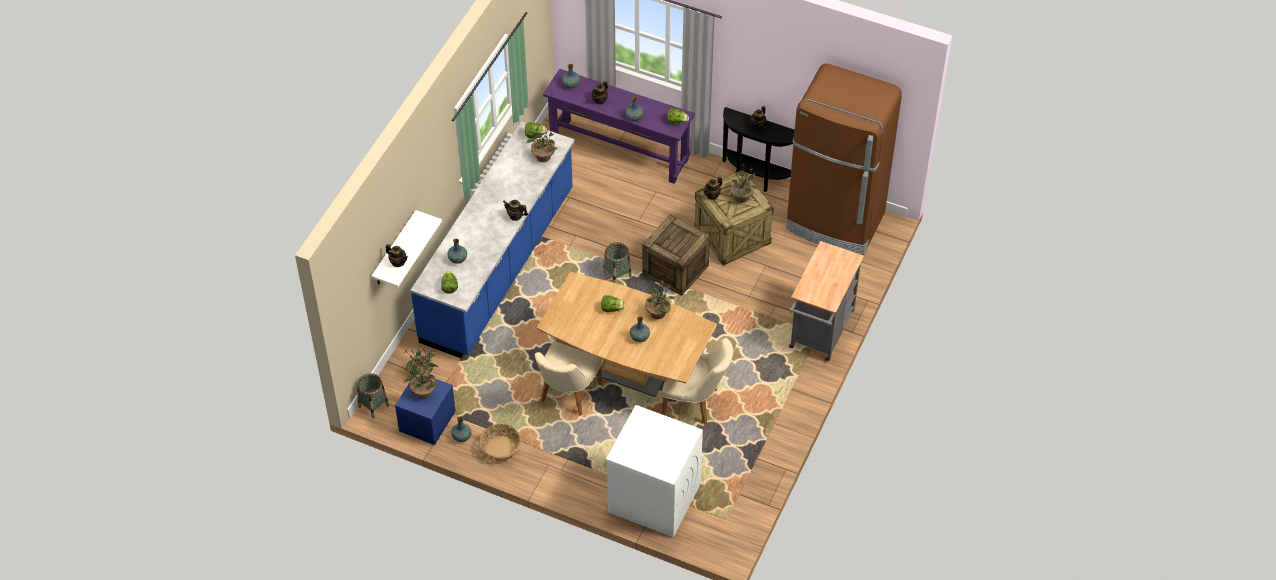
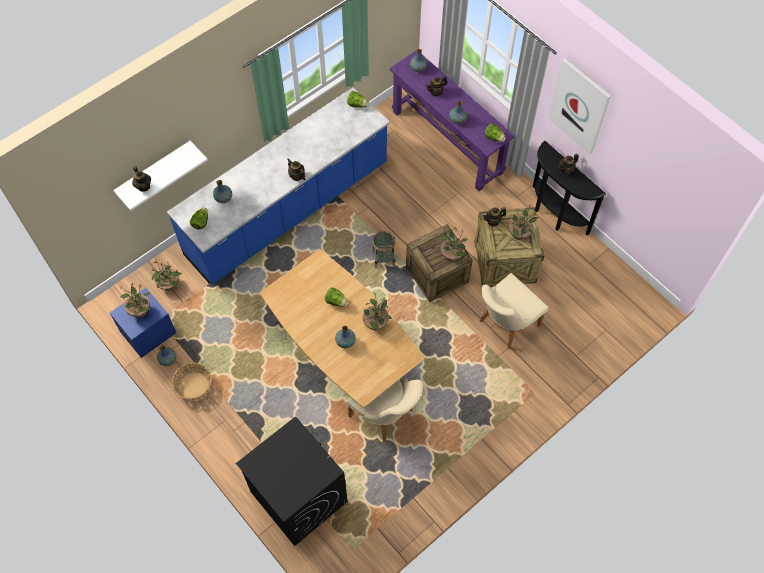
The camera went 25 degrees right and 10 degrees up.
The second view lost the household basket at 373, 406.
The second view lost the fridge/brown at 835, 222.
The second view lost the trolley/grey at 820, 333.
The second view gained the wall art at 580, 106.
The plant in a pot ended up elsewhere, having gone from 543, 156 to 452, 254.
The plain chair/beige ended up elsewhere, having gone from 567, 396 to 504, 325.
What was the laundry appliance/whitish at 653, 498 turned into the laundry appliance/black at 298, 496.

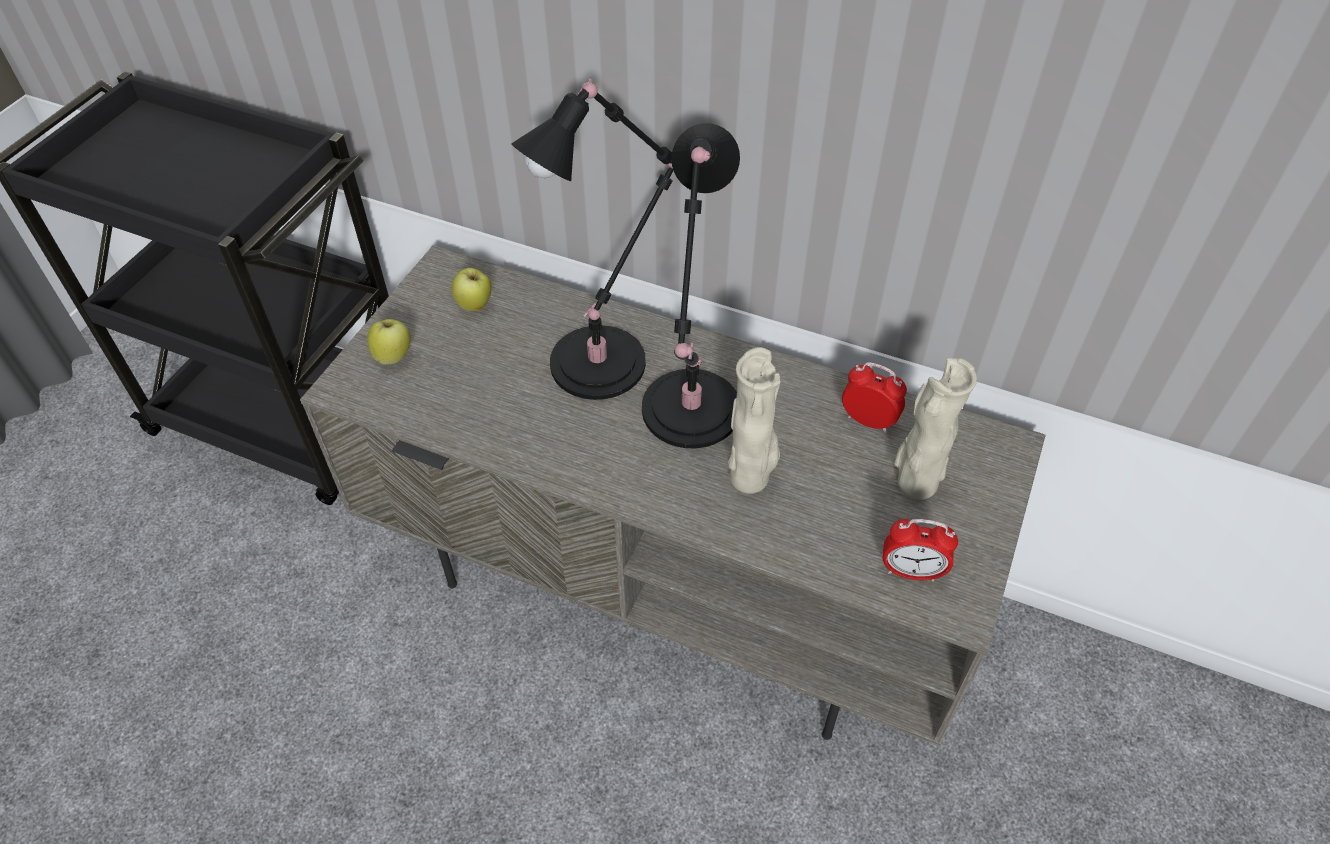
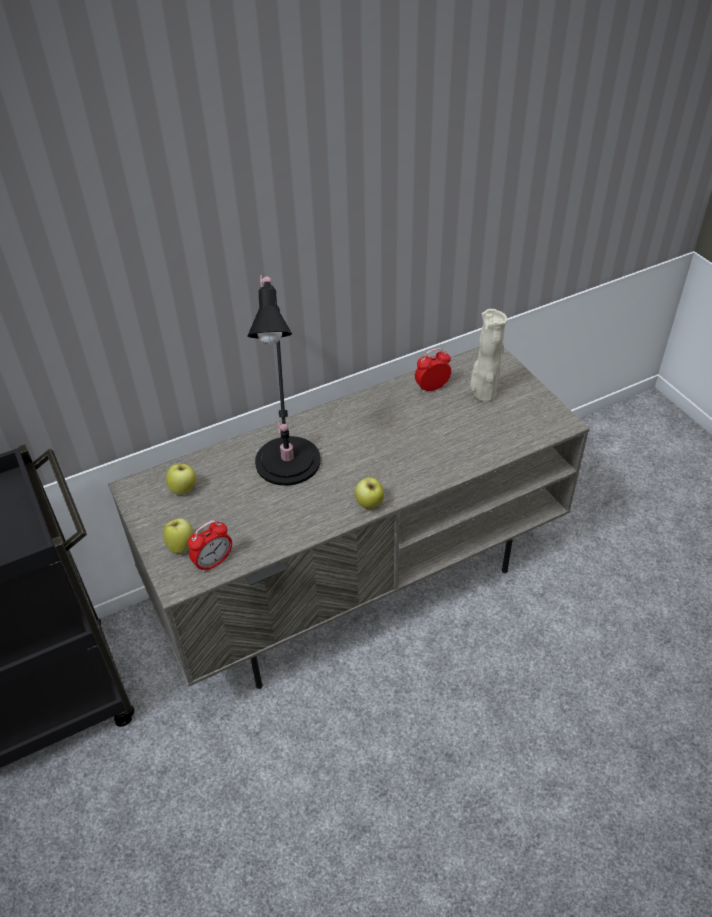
The camera went 50 degrees left and 5 degrees down.
The second view lost the tabletop lamp/black at 689, 416.
The second view lost the vase/beige at 751, 479.
The second view gained the whole apple at 369, 504.
The alarm clock ended up elsewhere, having gone from 911, 572 to 213, 562.

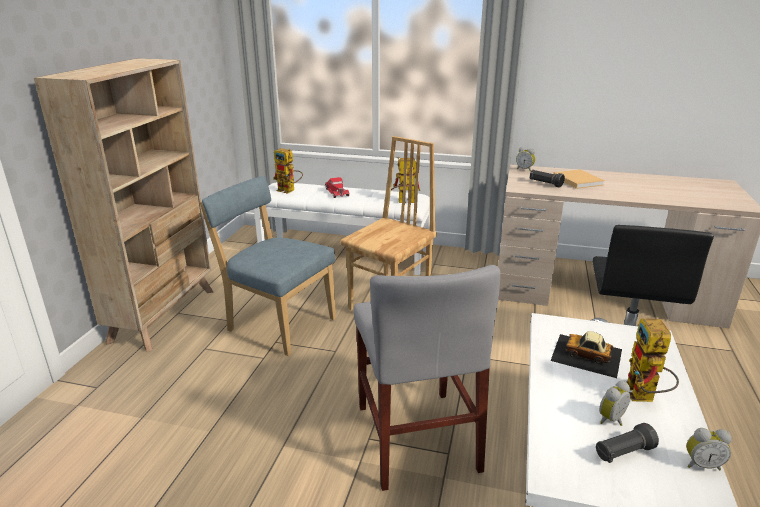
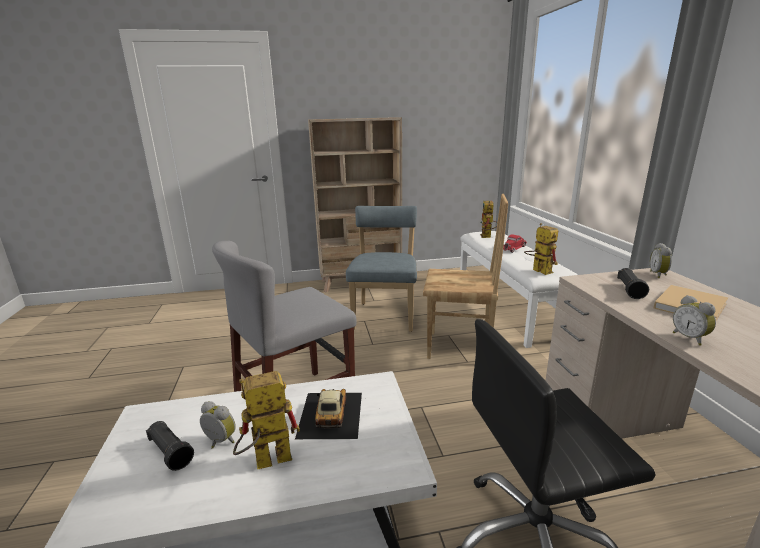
The camera went 65 degrees right and 5 degrees down.
The alarm clock ended up elsewhere, having gone from 701, 464 to 690, 338.

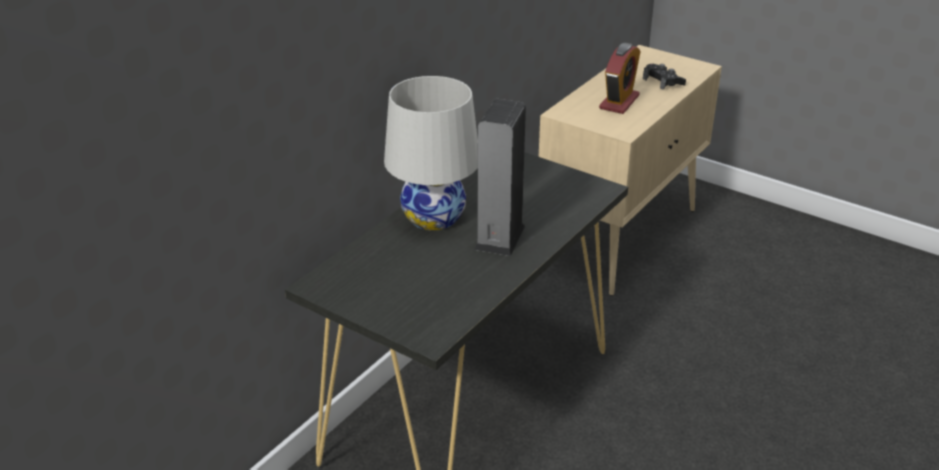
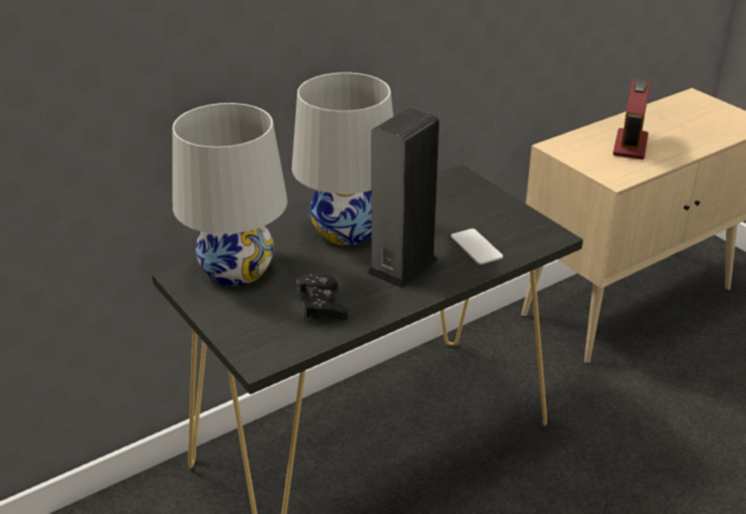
The camera went 20 degrees right and 0 degrees up.
The second view gained the tabletop lamp/whitish at 237, 270.
The second view gained the phone at 476, 247.
The gamepad/black ended up elsewhere, having gone from 663, 81 to 321, 305.
The alarm clock at 619, 102 ended up facing another way, 150 degrees clockwise from before.

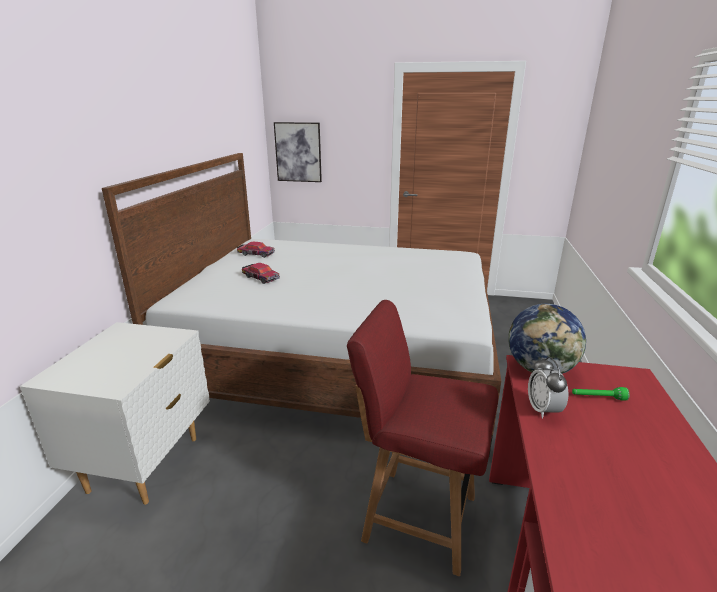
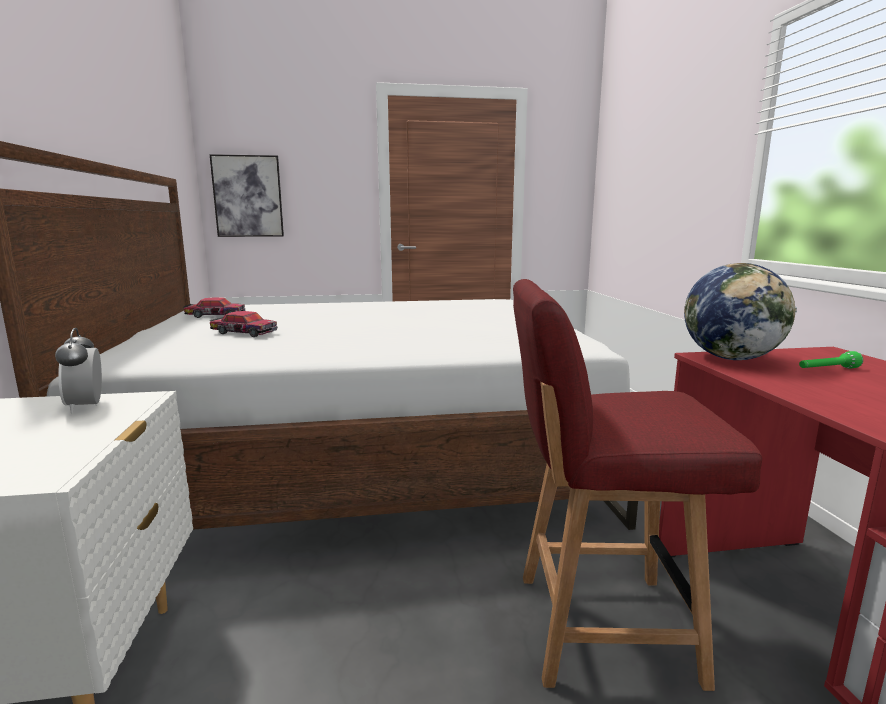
The camera went 20 degrees left and 10 degrees down.
The alarm clock ended up elsewhere, having gone from 543, 410 to 86, 406.

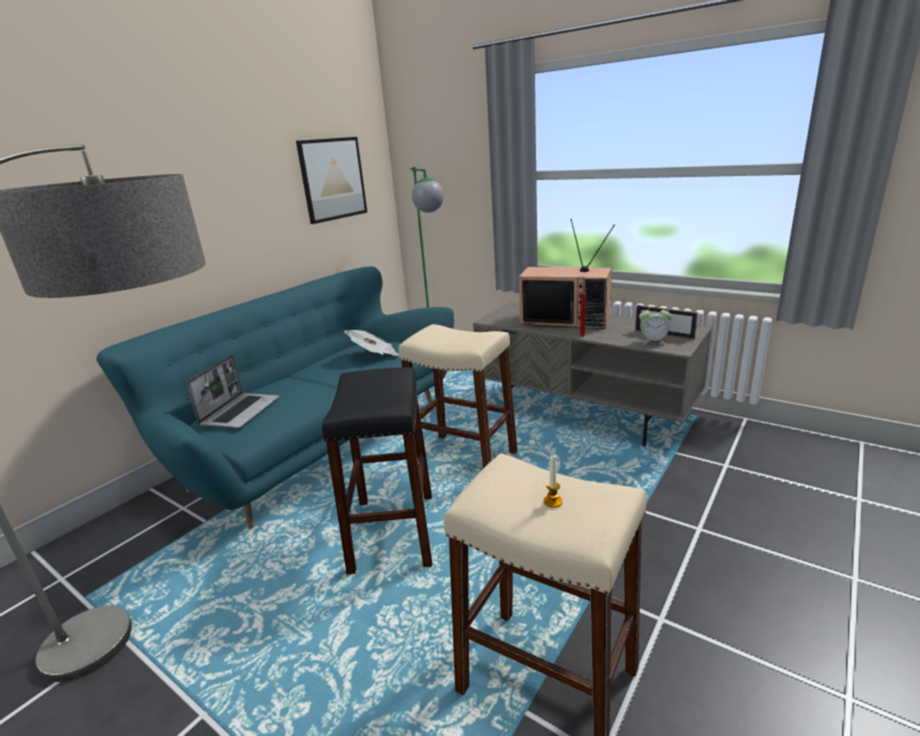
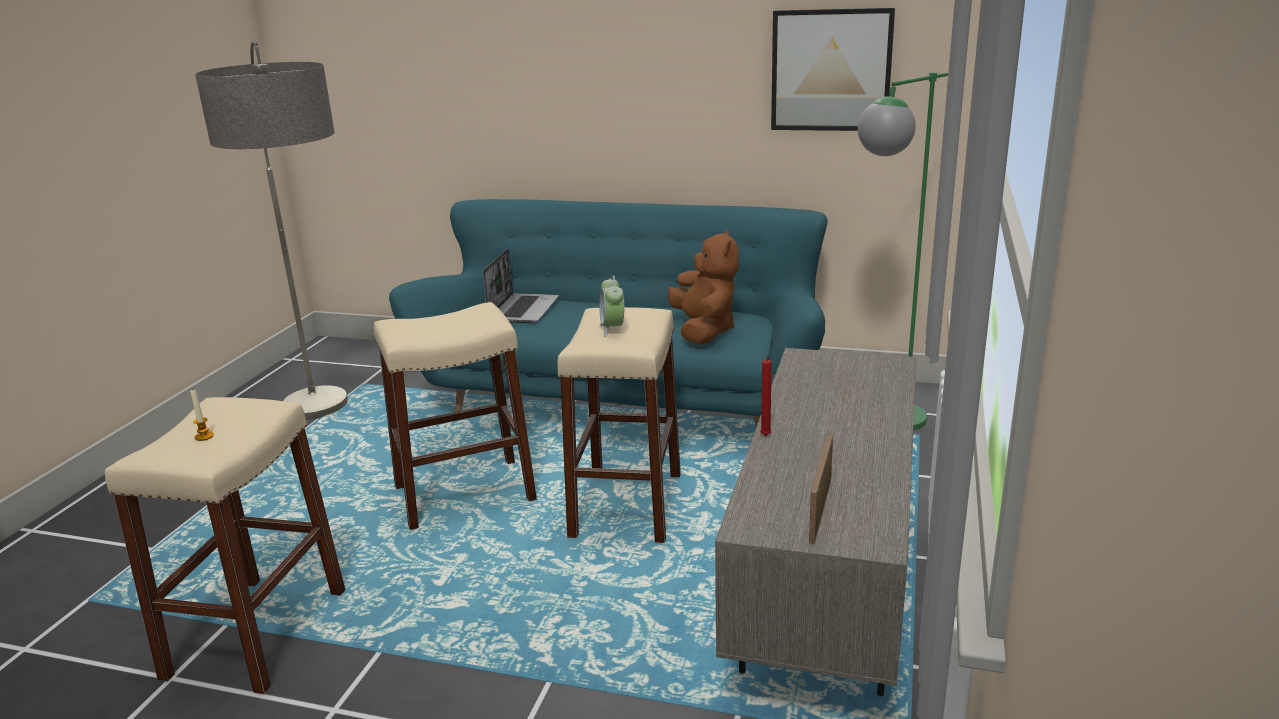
The camera went 70 degrees right and 0 degrees up.
The second view lost the TV set at 566, 319.
The alarm clock ended up elsewhere, having gone from 653, 342 to 612, 329.
Where the newspaper stood at 374, 355, the soft toy/brown came to stand at 704, 331.
What was the sitting stool/black at 393, 532 turned into the sitting stool/beige at 465, 493.
The portable computer at 240, 411 ended up facing another way, 75 degrees counterclockwise from before.

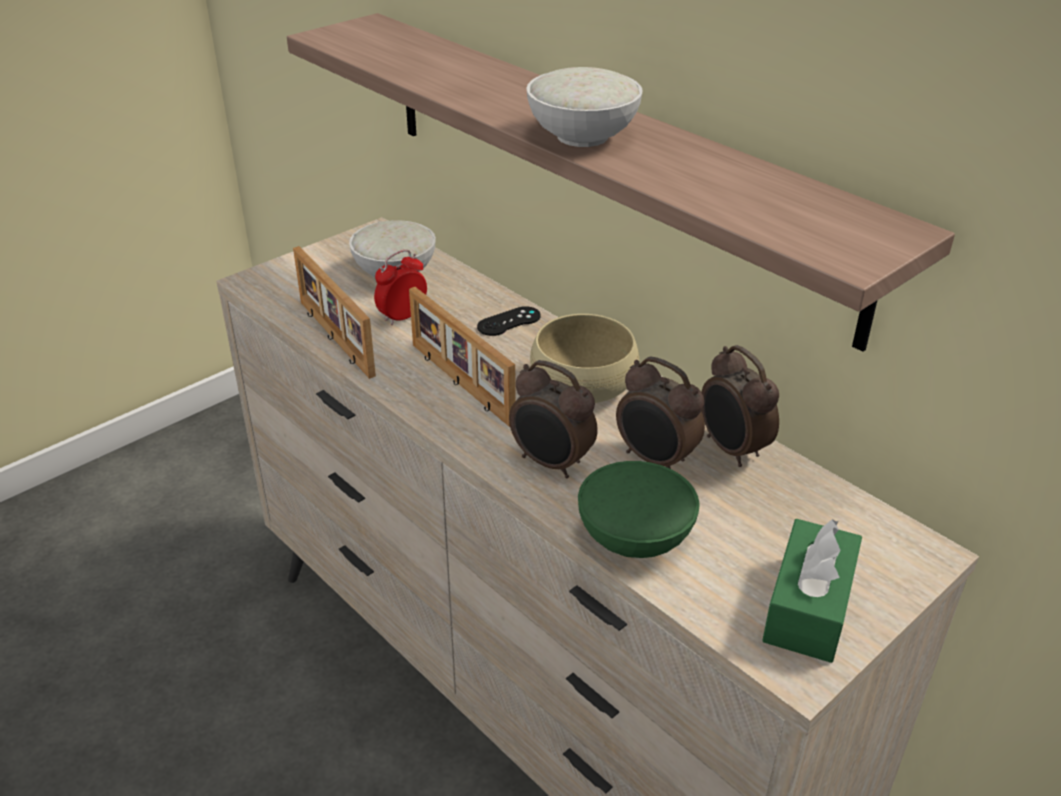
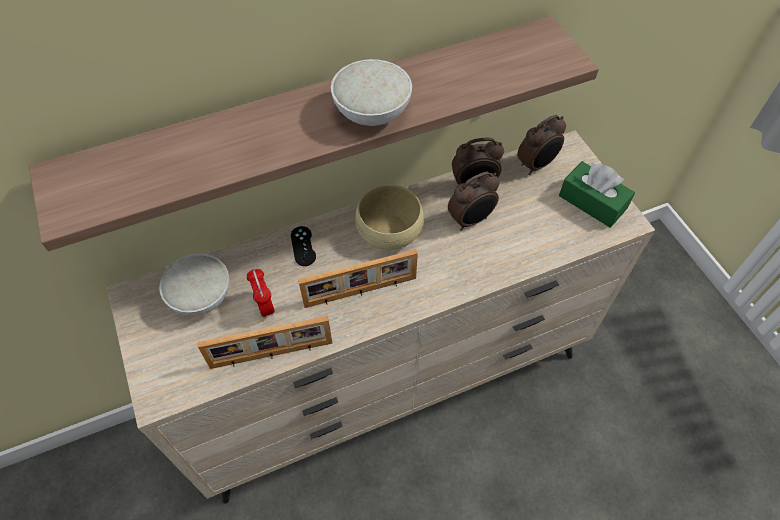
The camera went 70 degrees left and 20 degrees up.
The second view lost the serving bowl/green-coloured at 634, 539.
The alarm clock ended up elsewhere, having gone from 551, 463 to 536, 165.

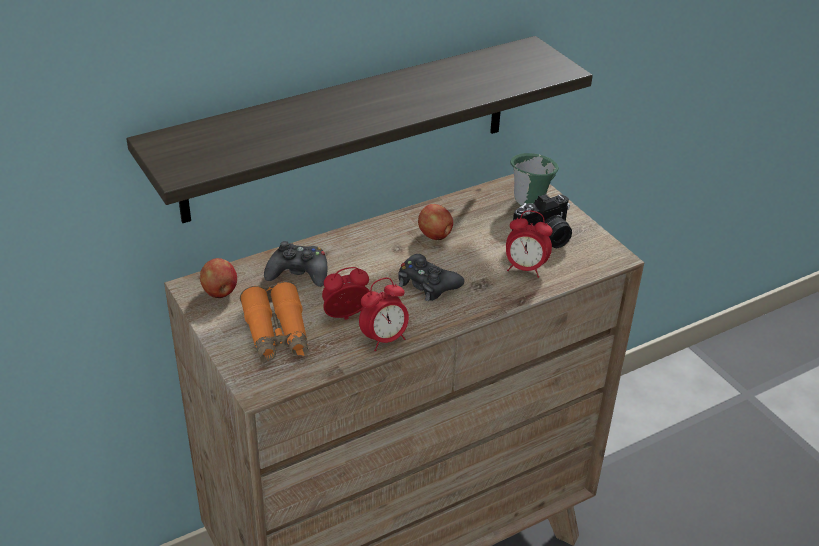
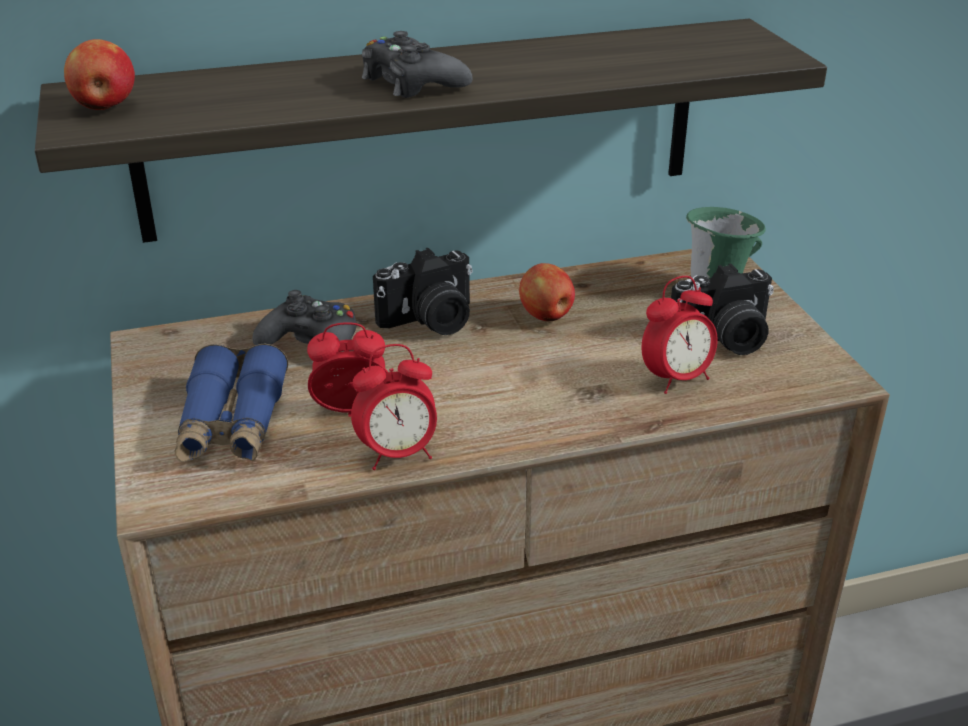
The camera went 15 degrees right and 5 degrees down.
The second view gained the still camera at 430, 321.
The whole apple ended up elsewhere, having gone from 220, 292 to 104, 107.
The gamepad/black ended up elsewhere, having gone from 427, 284 to 412, 82.
What was the binoculars/orange-coloured at 277, 334 turned into the binoculars/bluish at 232, 423.
The alarm clock at 525, 269 ended up facing another way, 60 degrees counterclockwise from before.

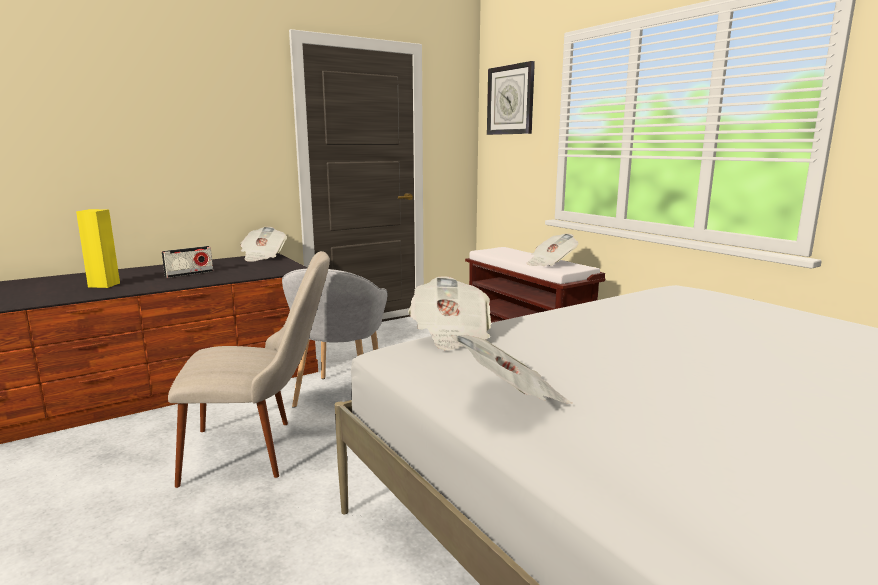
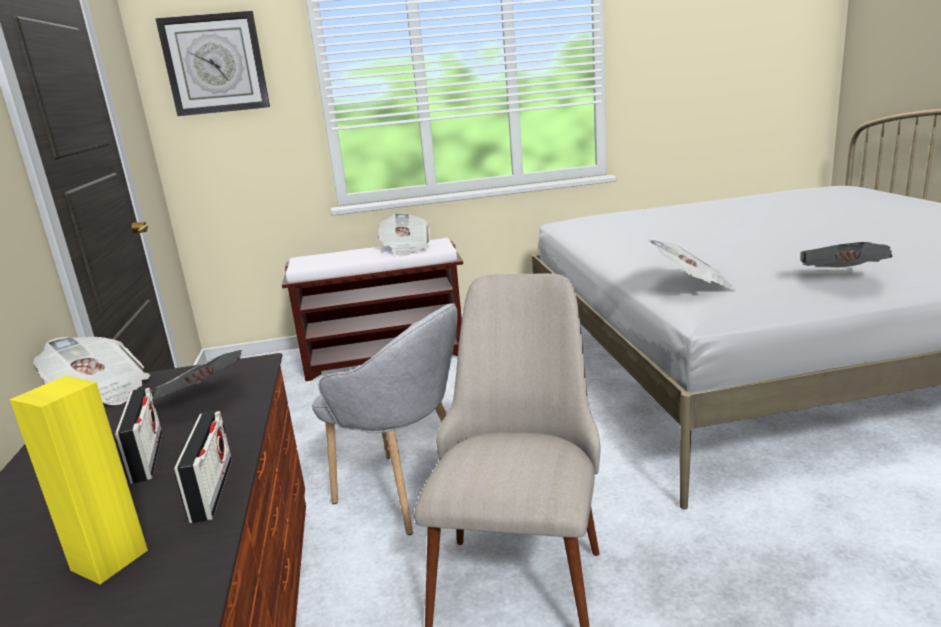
The camera went 65 degrees left and 5 degrees up.
The second view gained the newspaper at 200, 400.
The second view gained the radio receiver at 212, 490.

